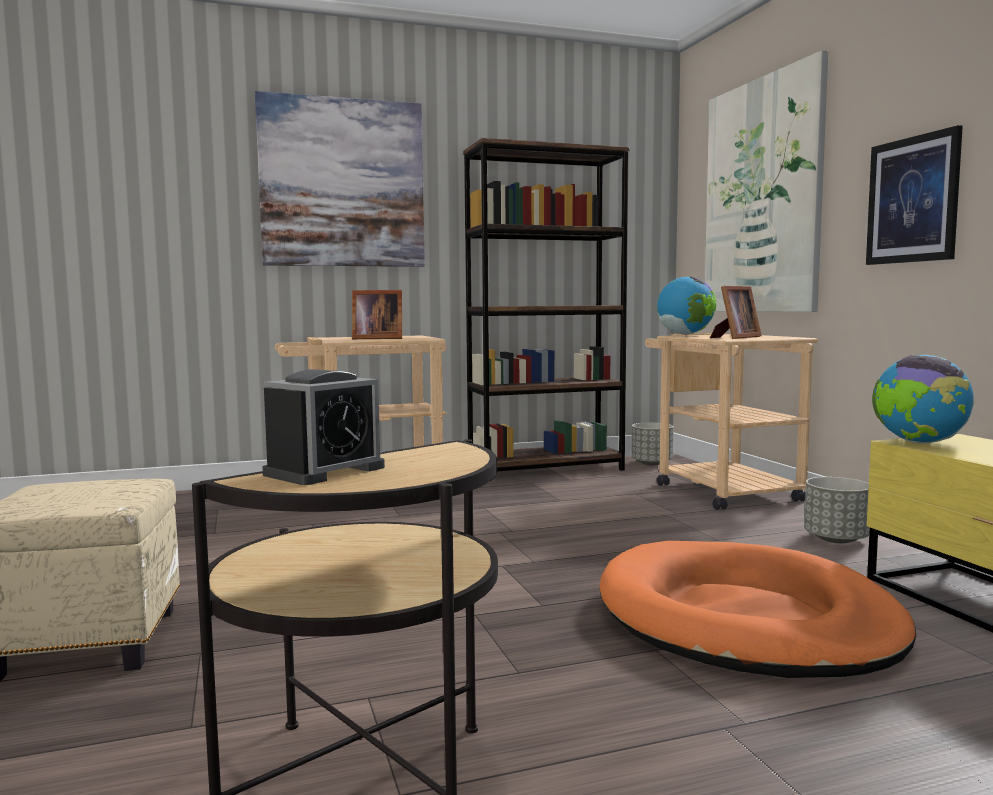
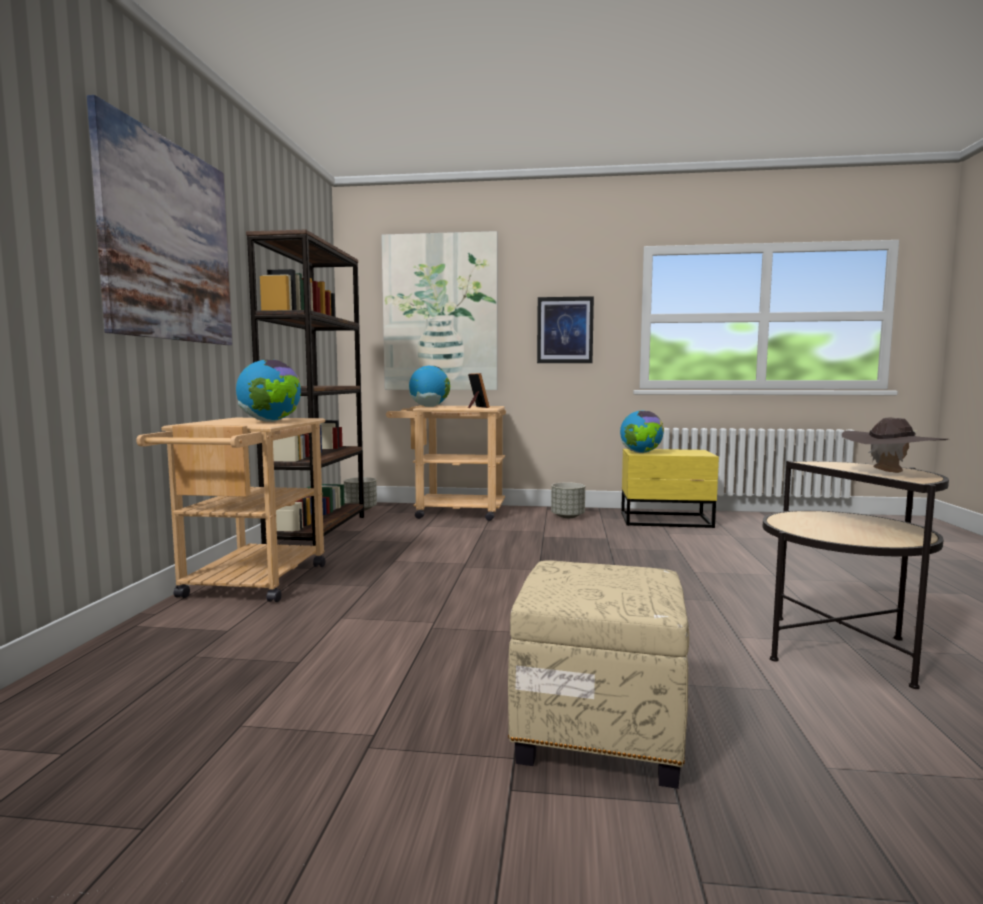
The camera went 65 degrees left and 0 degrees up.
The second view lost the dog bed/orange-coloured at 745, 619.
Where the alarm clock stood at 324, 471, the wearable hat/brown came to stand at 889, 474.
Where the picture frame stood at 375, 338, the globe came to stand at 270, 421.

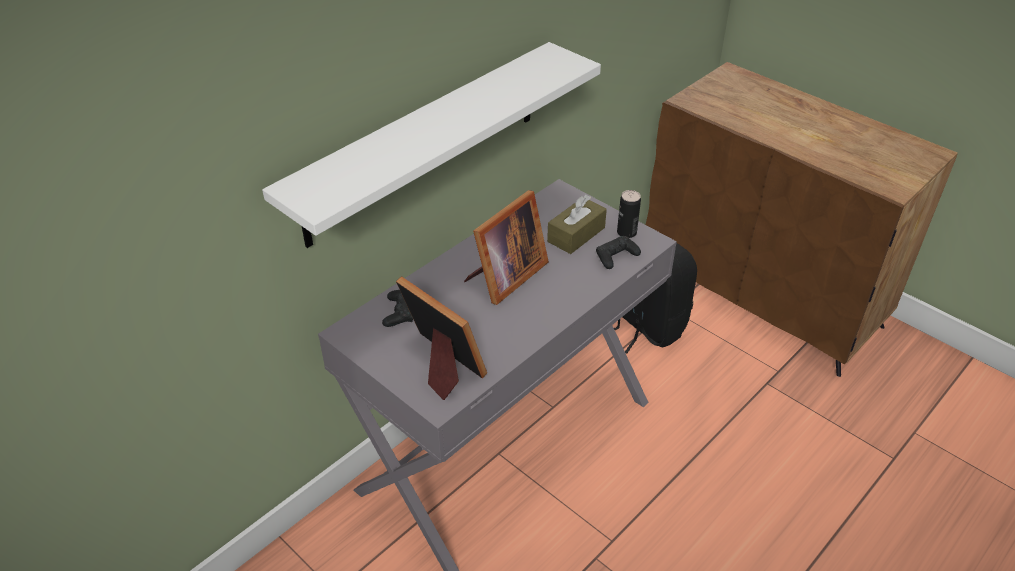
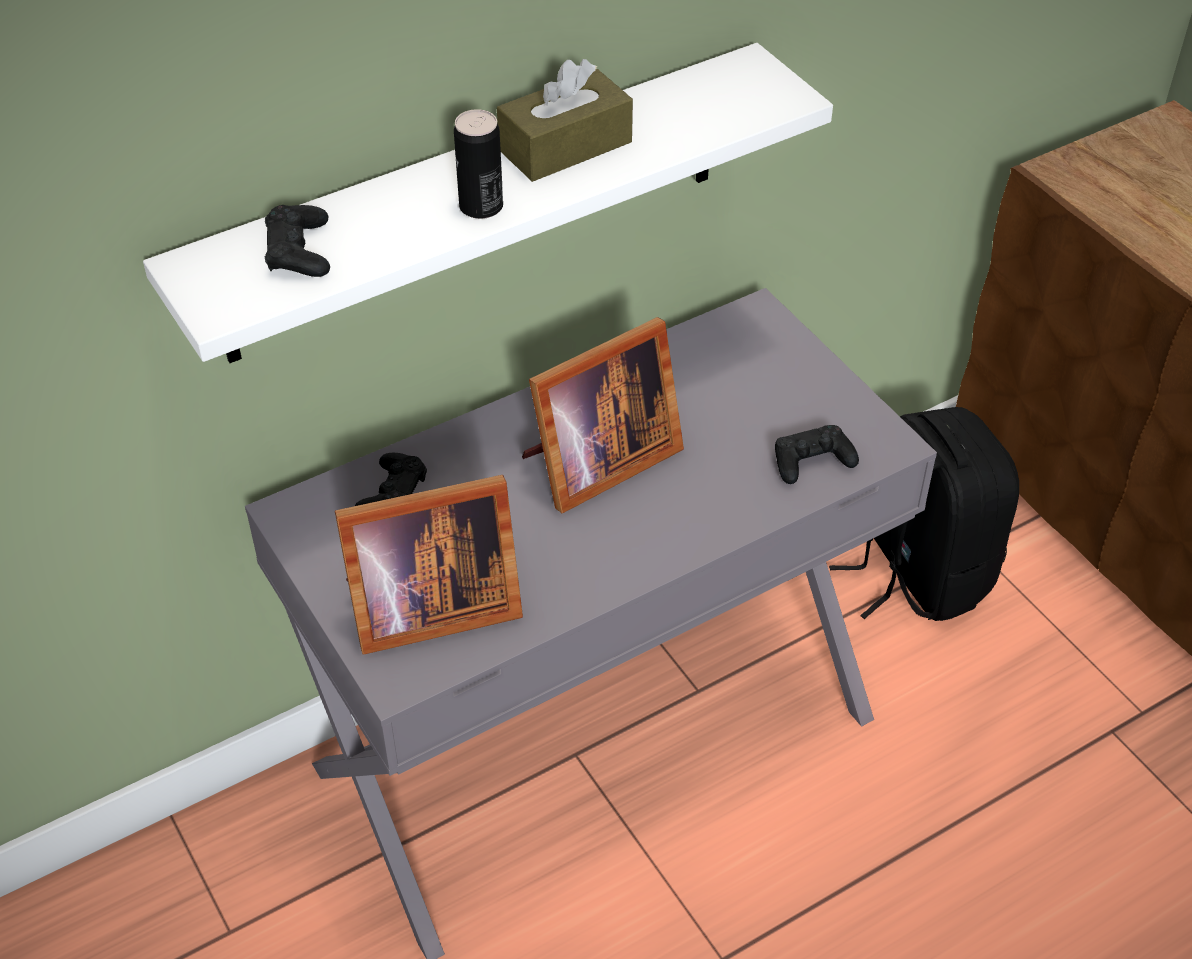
The camera went 15 degrees right and 5 degrees up.
The second view gained the gamepad/black at 299, 251.
The tissue box/brown ended up elsewhere, having gone from 576, 234 to 565, 146.
The sealed can ended up elsewhere, having gone from 626, 232 to 481, 207.
The picture frame at 441, 366 ended up facing another way, 105 degrees clockwise from before.

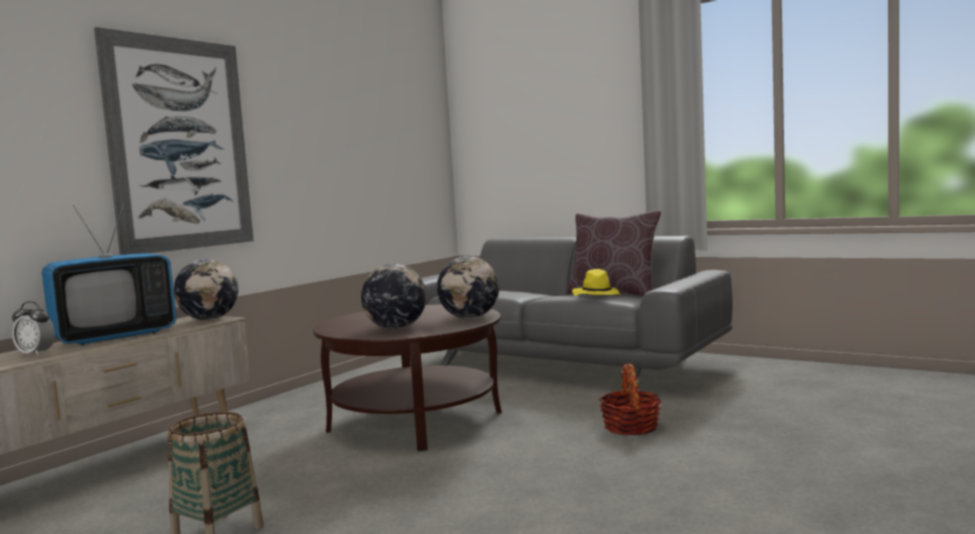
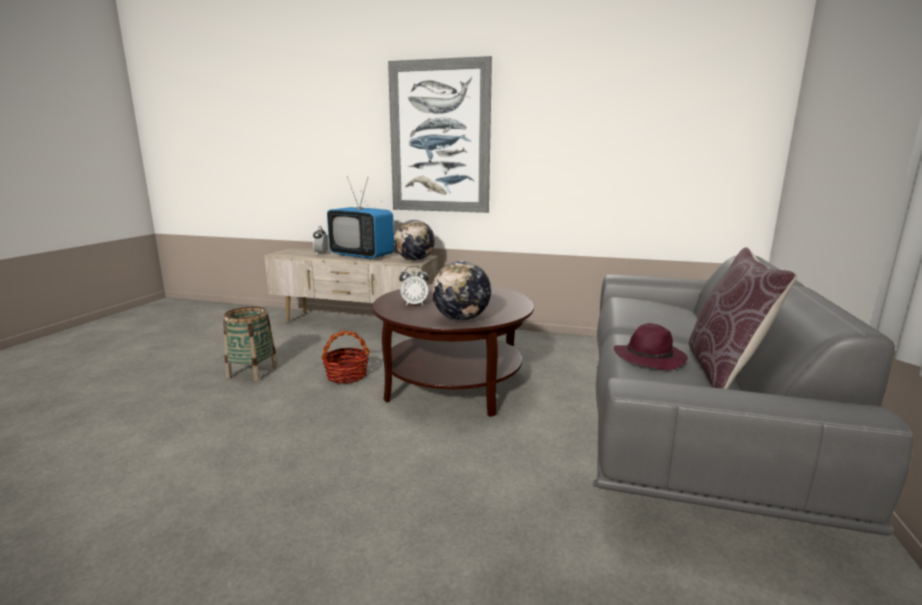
The camera went 70 degrees right and 10 degrees up.
The household basket ended up elsewhere, having gone from 631, 427 to 346, 376.
Where the globe stood at 396, 328, the alarm clock came to stand at 414, 304.
What was the wearable hat/yellow at 596, 295 turned into the wearable hat/purplish at 650, 358.

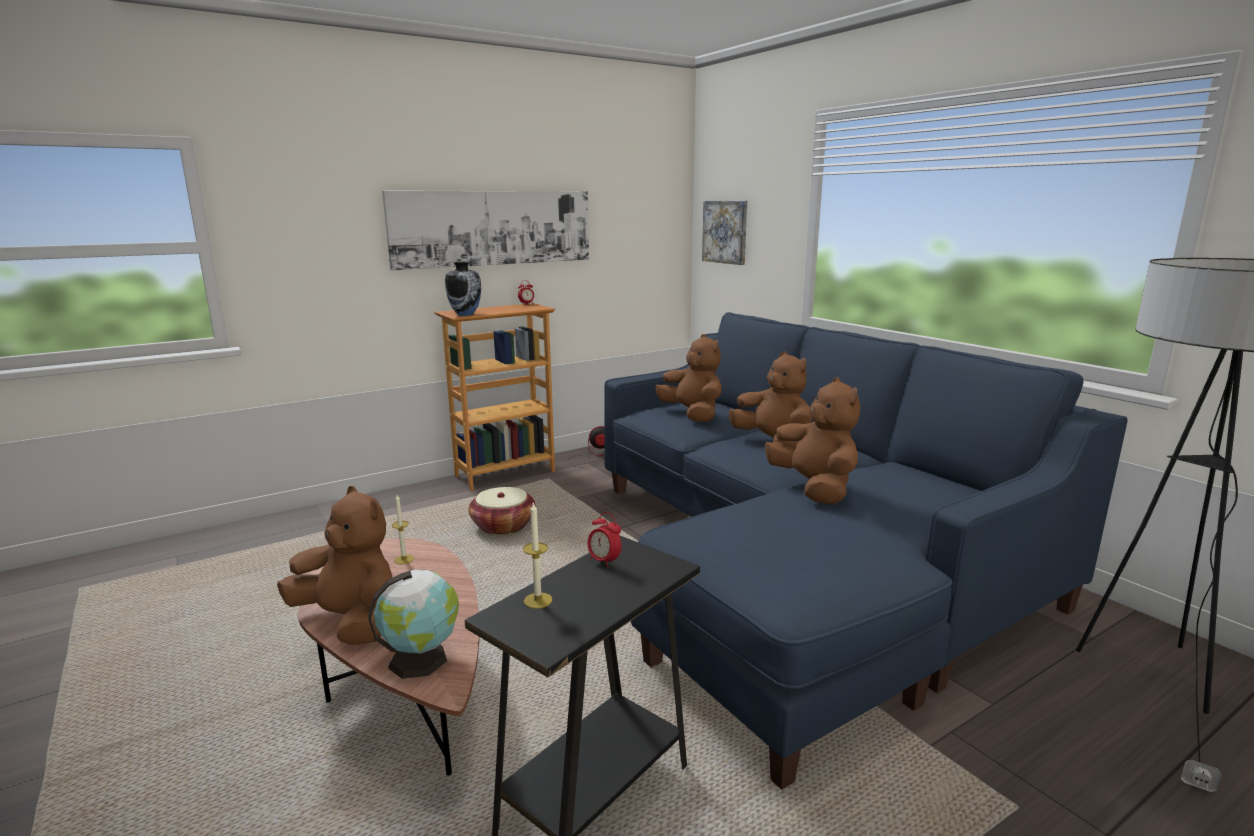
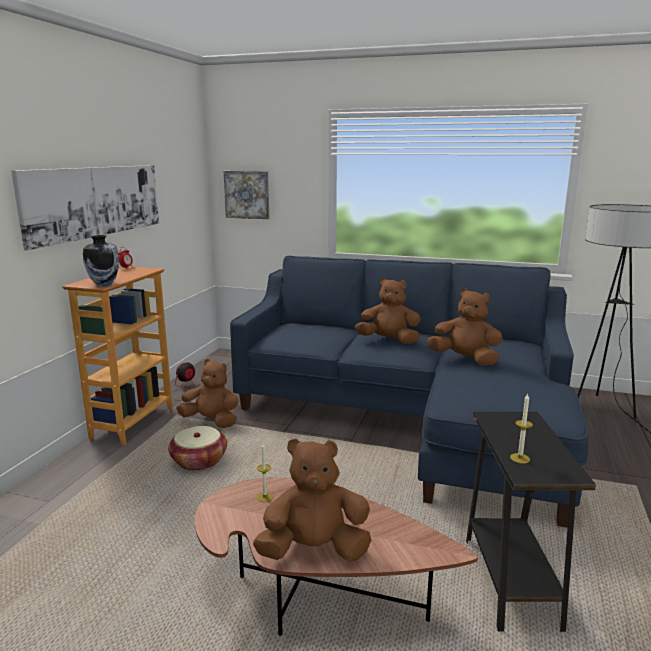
The camera went 40 degrees left and 0 degrees up.
The second view lost the globe at 421, 659.
The second view lost the alarm clock at 604, 562.
The soft toy/brown ended up elsewhere, having gone from 692, 415 to 211, 421.

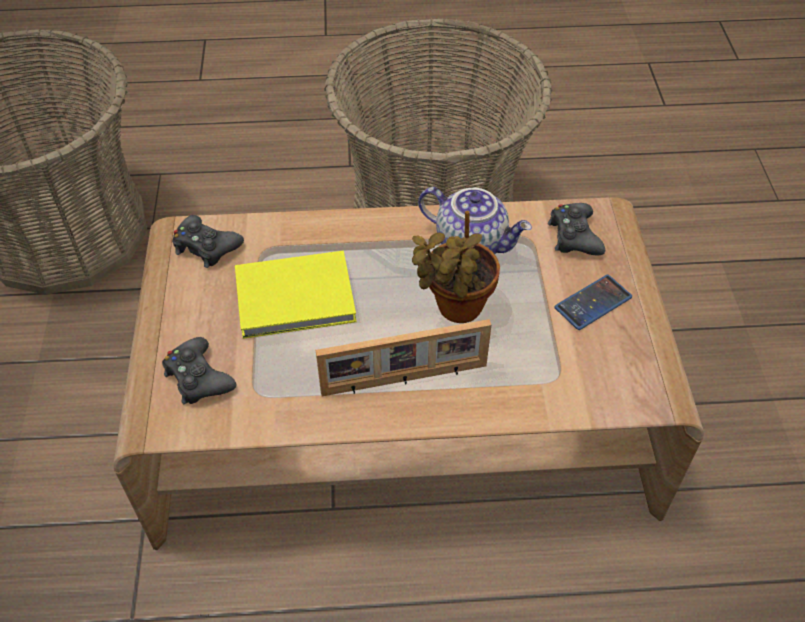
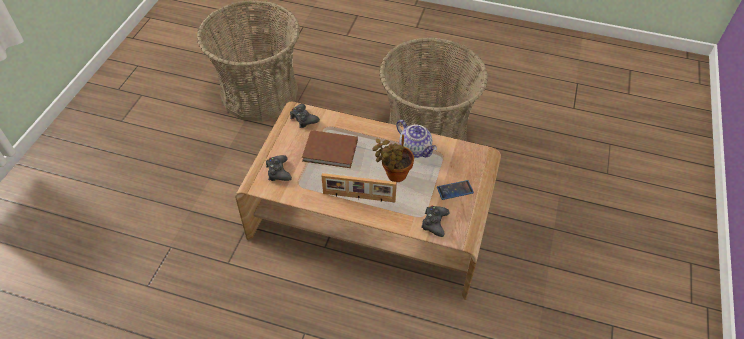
The camera went 20 degrees right and 0 degrees up.
The gamepad/black ended up elsewhere, having gone from 574, 236 to 434, 223.
What was the bound book/yellow at 298, 298 turned into the bound book/brown at 331, 151.

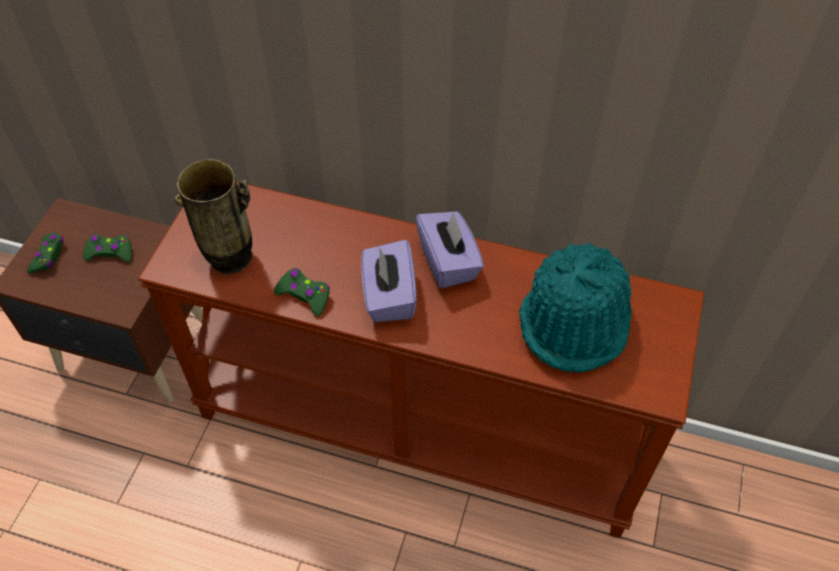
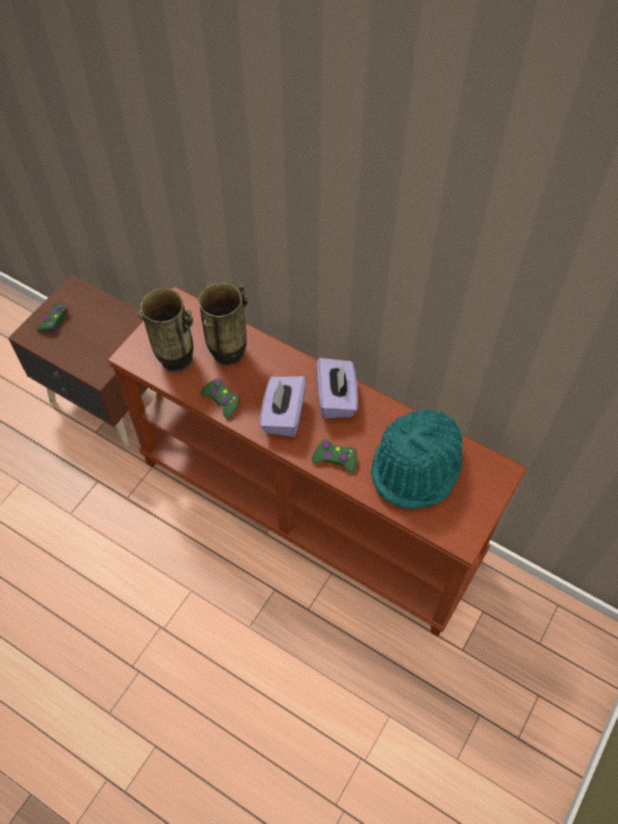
The camera went 15 degrees right and 5 degrees up.
The second view gained the vase at 228, 353.
The gamepad/green-coloured ended up elsewhere, having gone from 110, 252 to 335, 459.

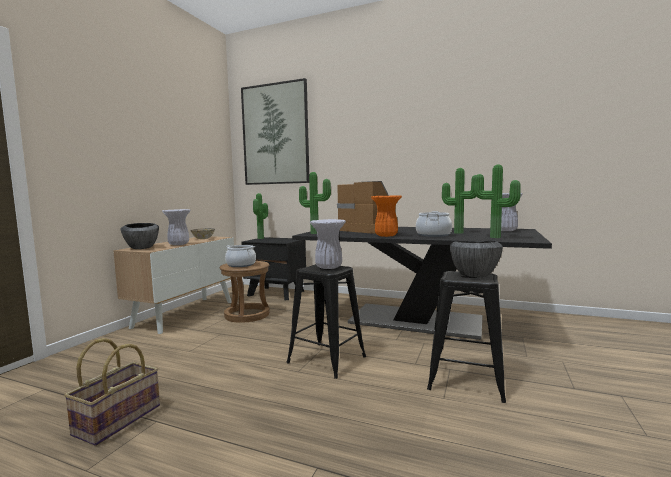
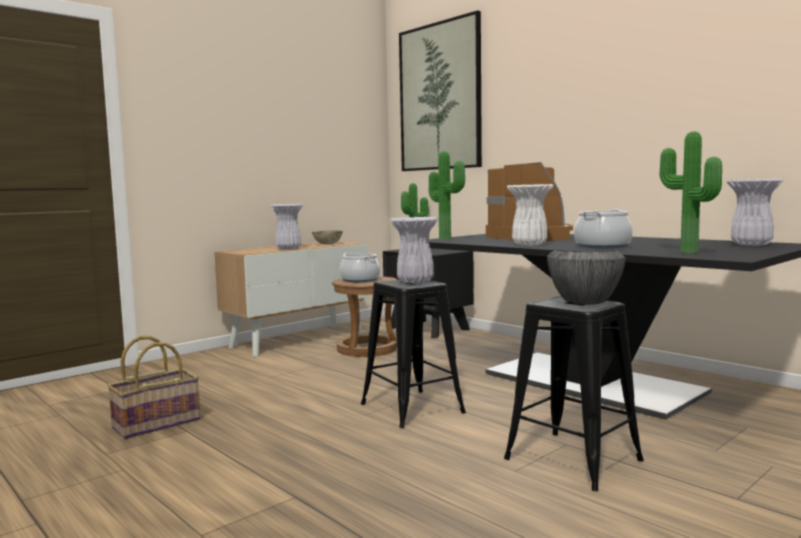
The camera went 25 degrees right and 0 degrees up.
The second view lost the serving bowl at 141, 248.
The second view lost the plant in a pot at 459, 232.
What was the vase/orange-coloured at 386, 235 turned into the vase/whitish at 530, 245.

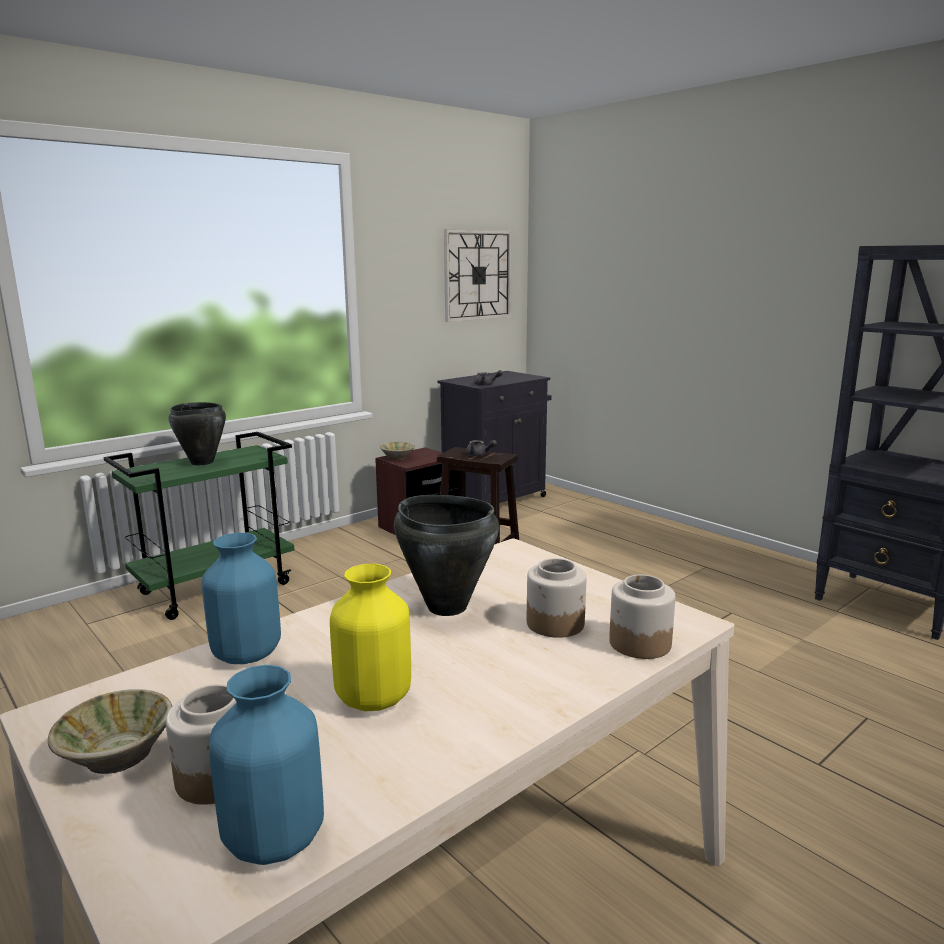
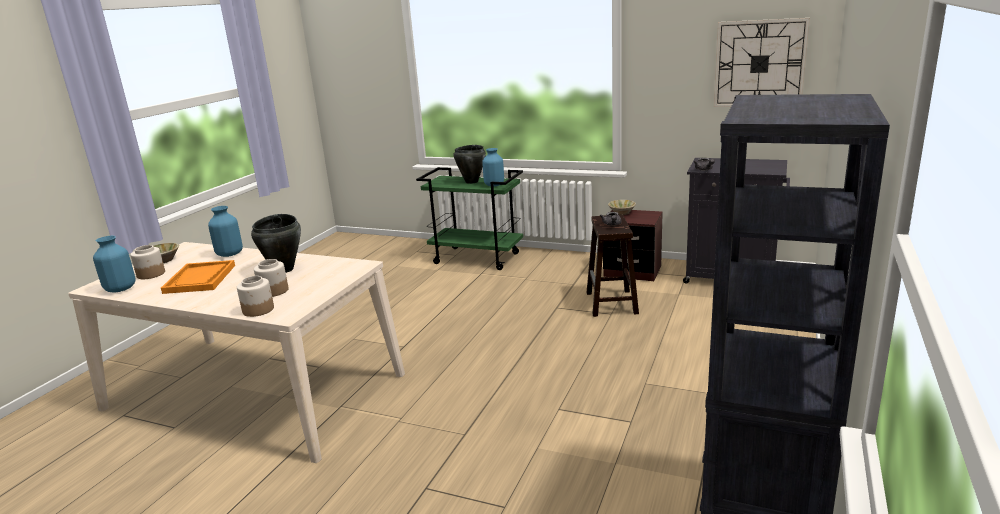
The camera went 65 degrees right and 5 degrees up.
The second view gained the vase/bluish at 494, 185.
Where the vase/yellow stood at 375, 698, the serving tray/orange-coloured came to stand at 200, 279.

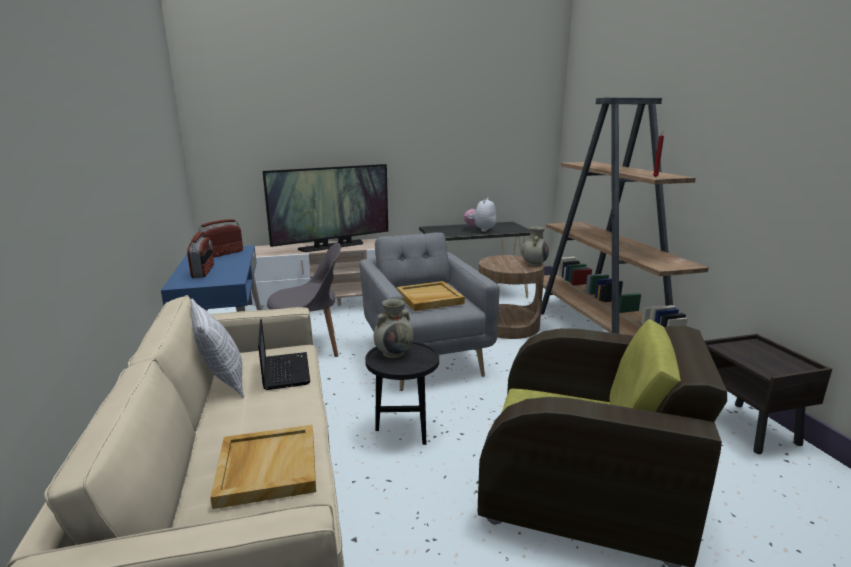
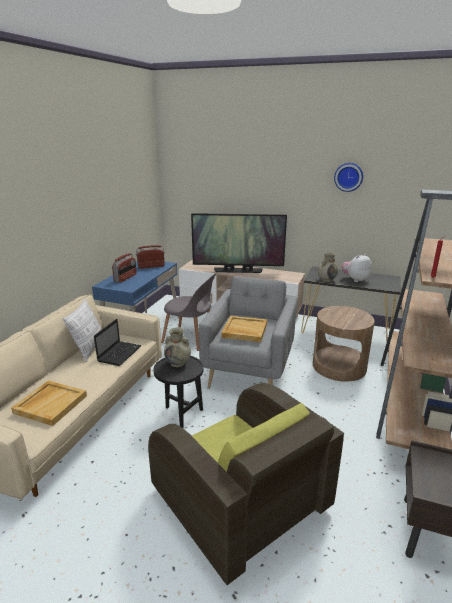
The camera went 35 degrees right and 5 degrees up.
The second view gained the wall clock at 348, 177.
The vase/beige ended up elsewhere, having gone from 534, 264 to 327, 279.

